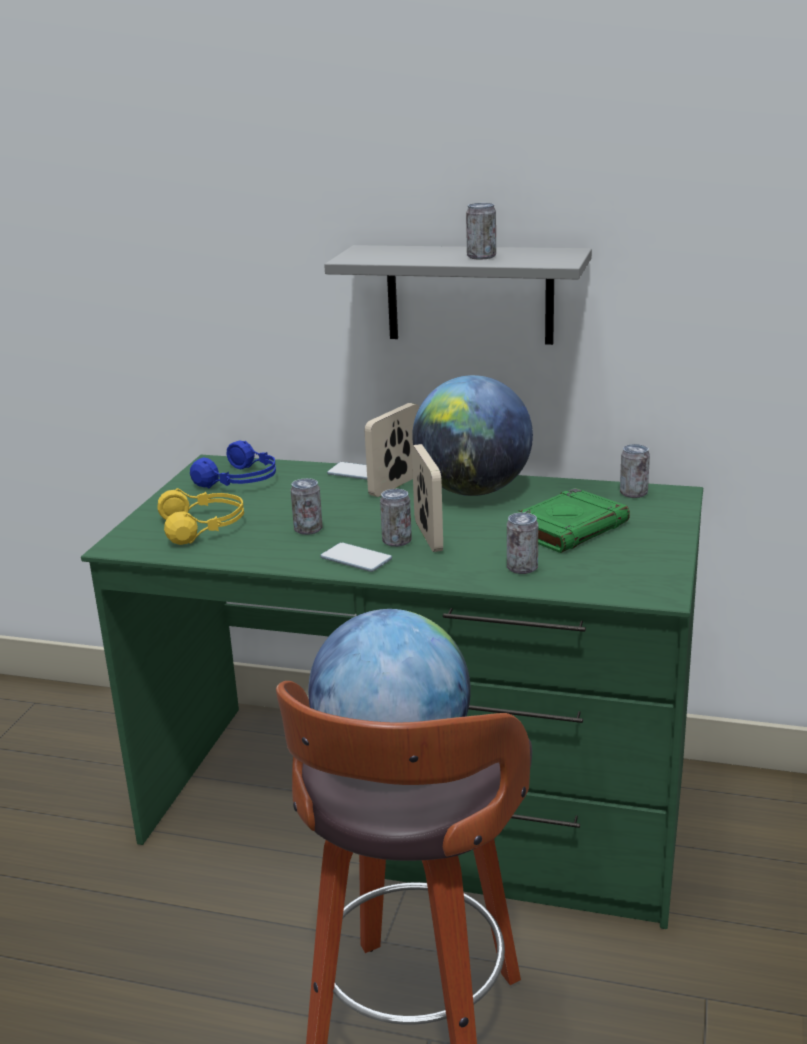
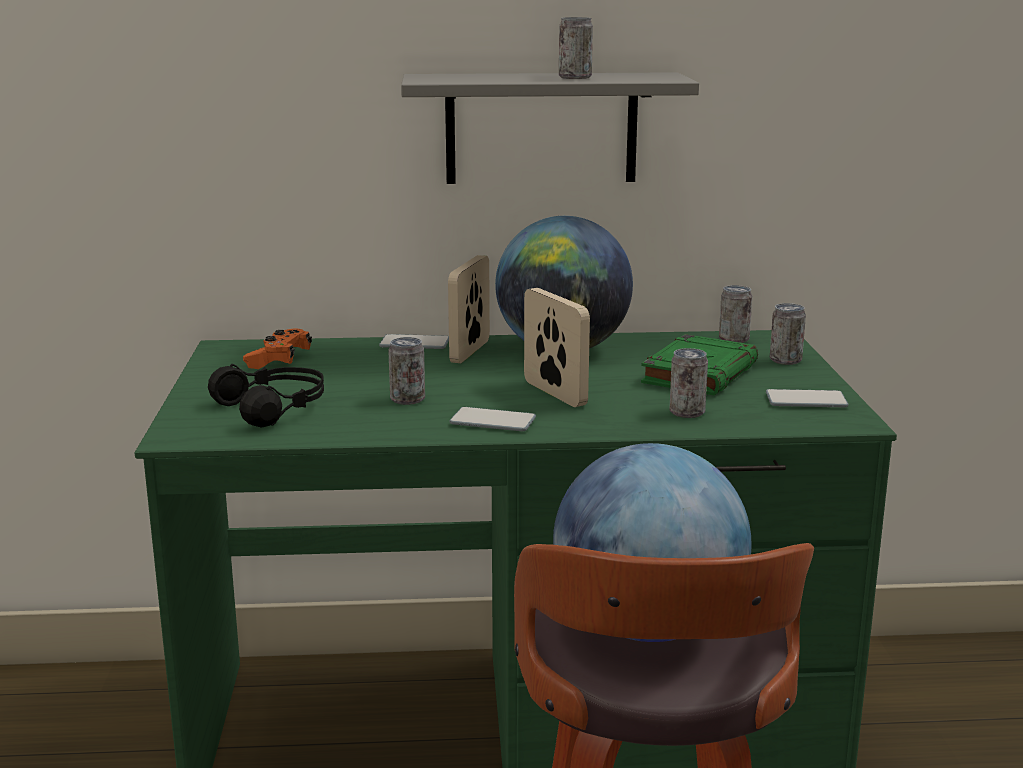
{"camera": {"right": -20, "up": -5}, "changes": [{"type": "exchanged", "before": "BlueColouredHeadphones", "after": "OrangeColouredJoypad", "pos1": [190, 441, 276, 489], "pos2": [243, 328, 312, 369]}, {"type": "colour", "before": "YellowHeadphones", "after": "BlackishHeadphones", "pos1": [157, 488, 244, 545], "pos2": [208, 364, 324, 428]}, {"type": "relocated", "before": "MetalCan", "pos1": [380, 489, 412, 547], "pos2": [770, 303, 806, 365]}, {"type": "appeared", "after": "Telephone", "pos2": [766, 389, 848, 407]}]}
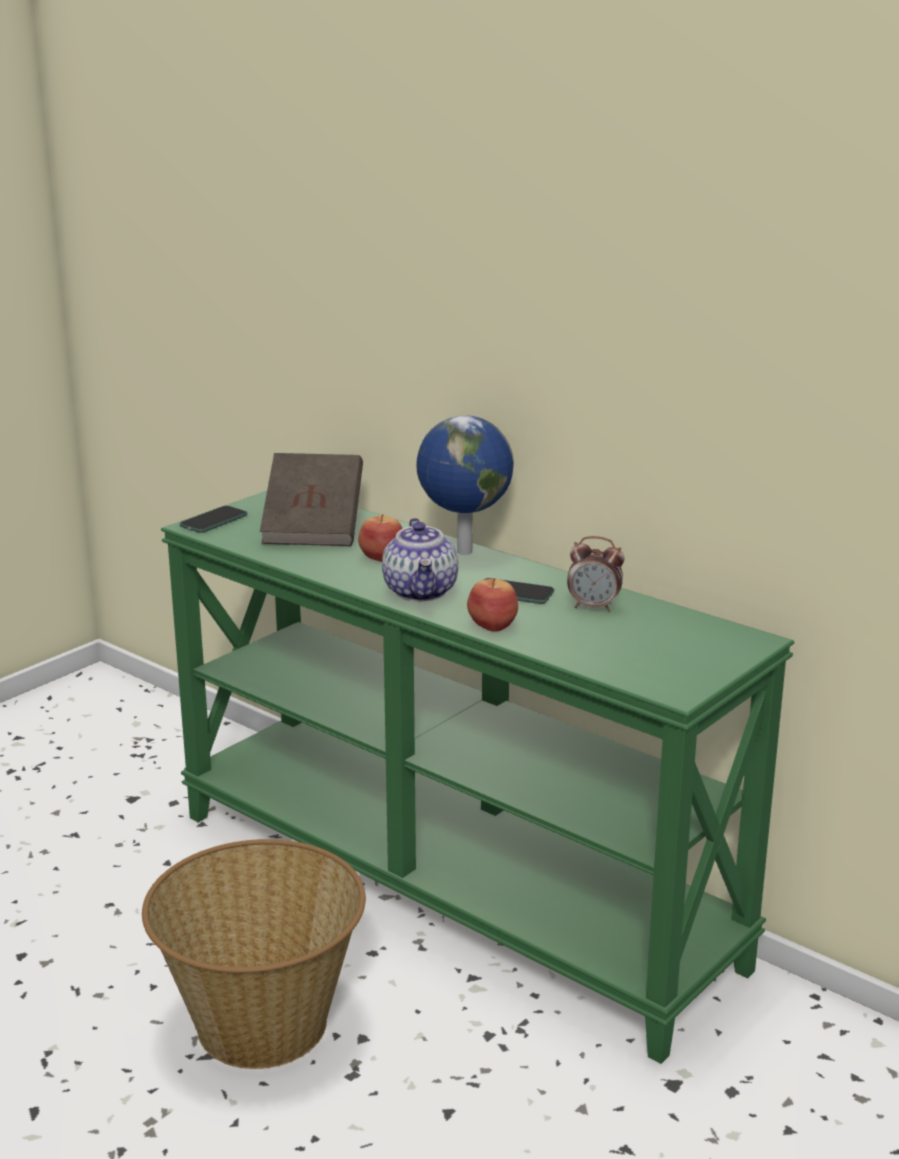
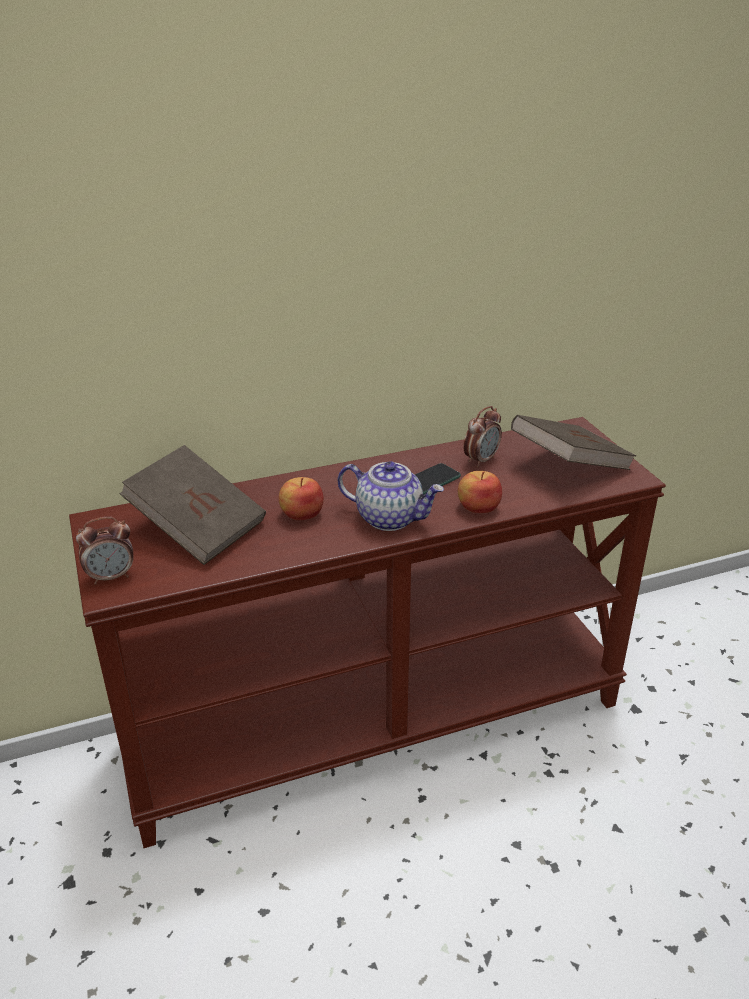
{"camera": {"right": -60, "up": 10}, "changes": [{"type": "missing", "before": "WorldGlobe", "pos1": [416, 415, 514, 555]}, {"type": "colour", "before": "GreenishHallTable", "after": "BrownHallTable", "pos1": [161, 491, 794, 1064], "pos2": [69, 417, 666, 848]}, {"type": "exchanged", "before": "Telephone", "after": "AlarmClock", "pos1": [180, 506, 247, 533], "pos2": [76, 517, 134, 585]}, {"type": "missing", "before": "HouseholdBasket", "pos1": [142, 839, 366, 1069]}, {"type": "appeared", "after": "BrownBook", "pos2": [511, 415, 637, 470]}]}
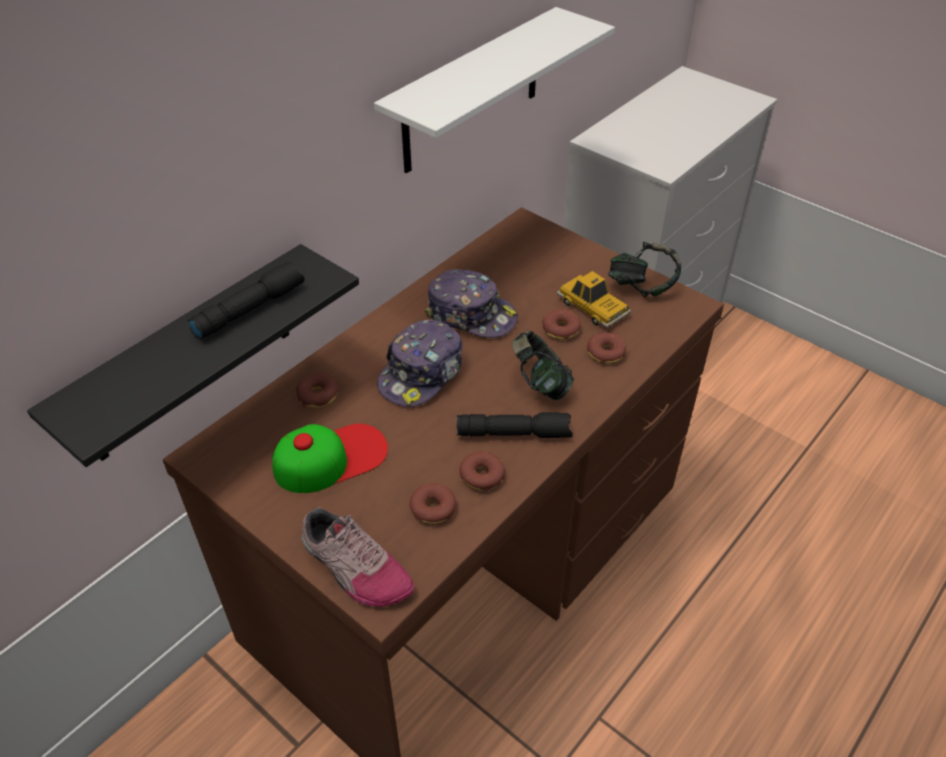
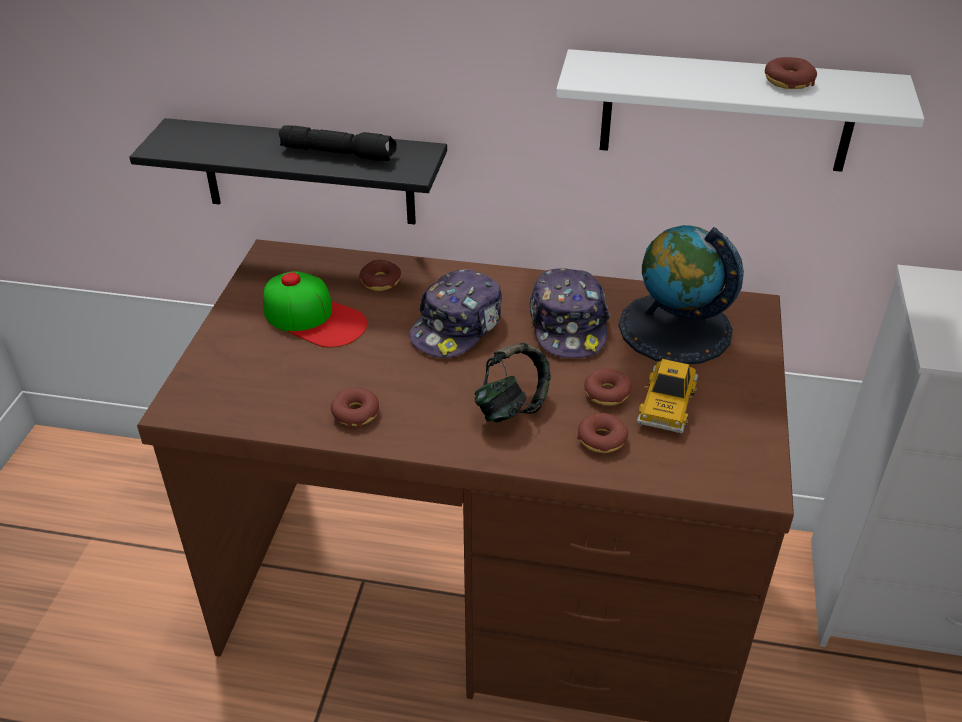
{"camera": {"right": 60, "up": -5}, "changes": [{"type": "missing", "before": "Headphones", "pos1": [608, 242, 681, 297]}, {"type": "spun", "before": "Cap", "pos1": [377, 319, 462, 407], "pos2": [410, 269, 502, 358], "turn": -60}, {"type": "missing", "before": "BlackishFlashlight", "pos1": [457, 412, 573, 438]}, {"type": "relocated", "before": "Doughnut", "pos1": [410, 483, 457, 524], "pos2": [765, 57, 817, 89]}, {"type": "missing", "before": "LowShoe", "pos1": [301, 507, 414, 607]}, {"type": "appeared", "after": "WorldGlobe", "pos2": [619, 225, 744, 364]}]}
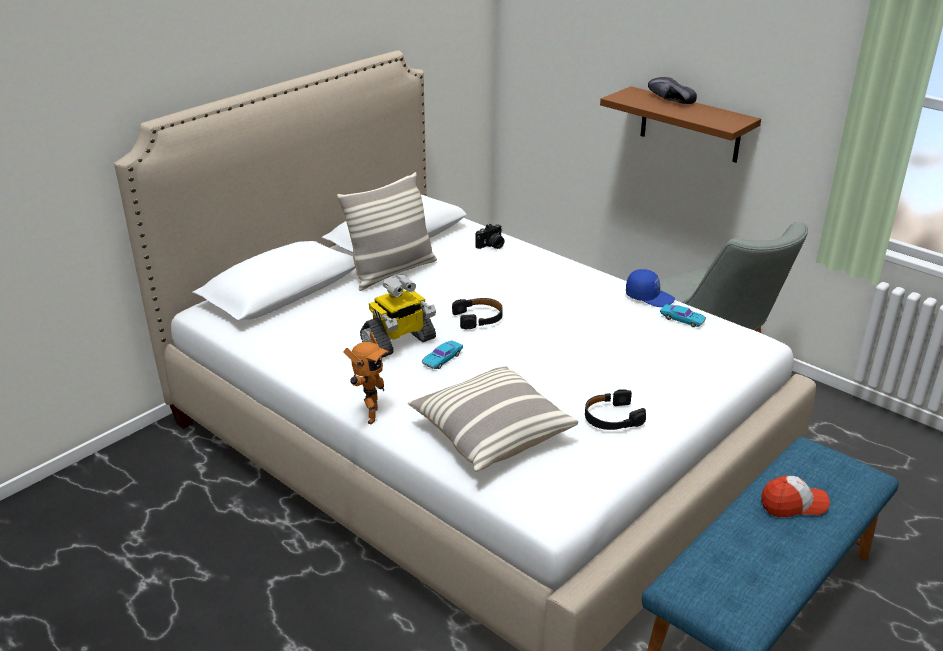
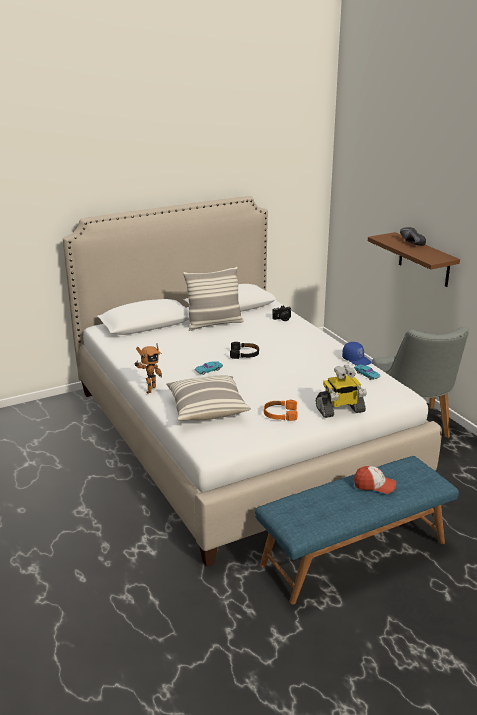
{"camera": {"right": 20, "up": -5}, "changes": [{"type": "relocated", "before": "RobotFigure", "pos1": [360, 275, 436, 358], "pos2": [316, 365, 367, 418]}, {"type": "colour", "before": "BlackishHeadphones", "after": "OrangeColouredHeadphones", "pos1": [585, 389, 646, 430], "pos2": [264, 400, 298, 421]}]}
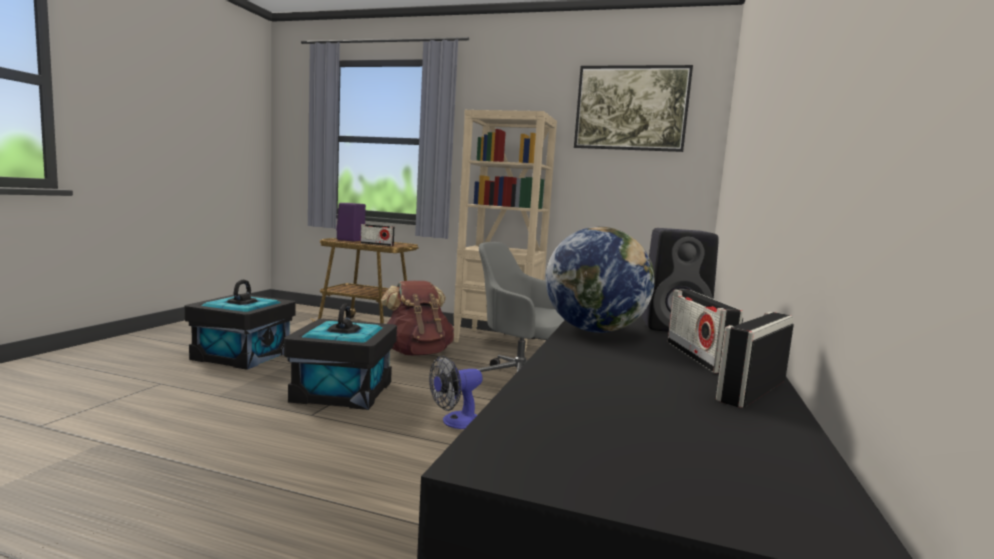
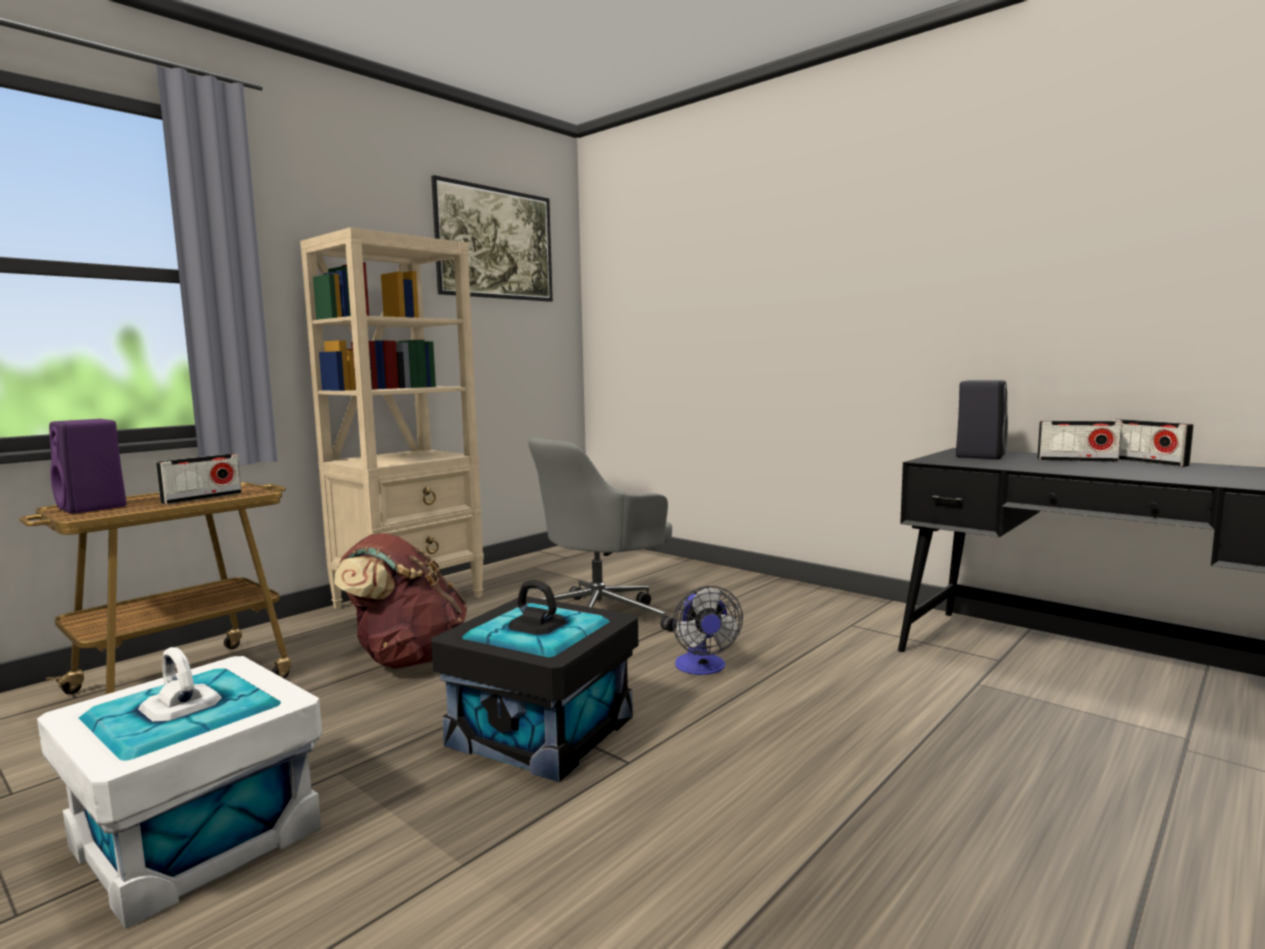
{"camera": {"right": -65, "up": 0}, "changes": [{"type": "missing", "before": "WorldGlobe", "pos1": [546, 227, 655, 333]}, {"type": "colour", "before": "BlackishStorageBox", "after": "WhiteStorageBox", "pos1": [185, 280, 296, 370], "pos2": [37, 647, 322, 929]}]}
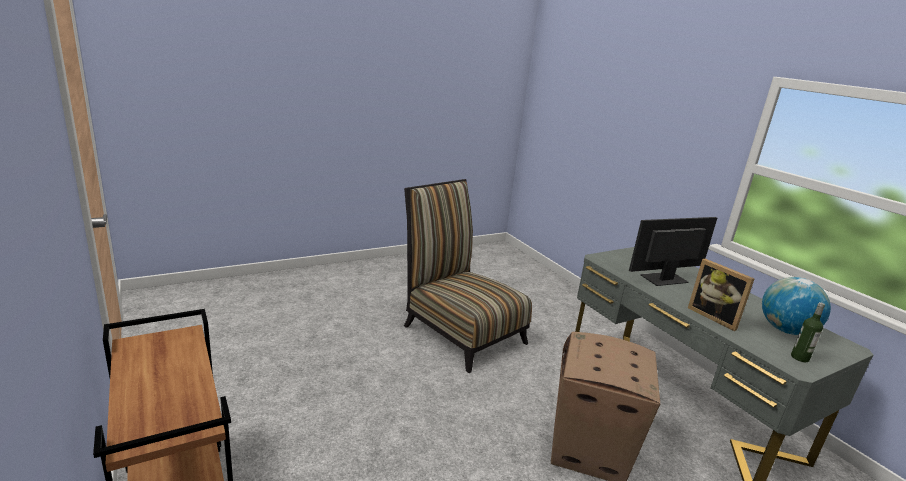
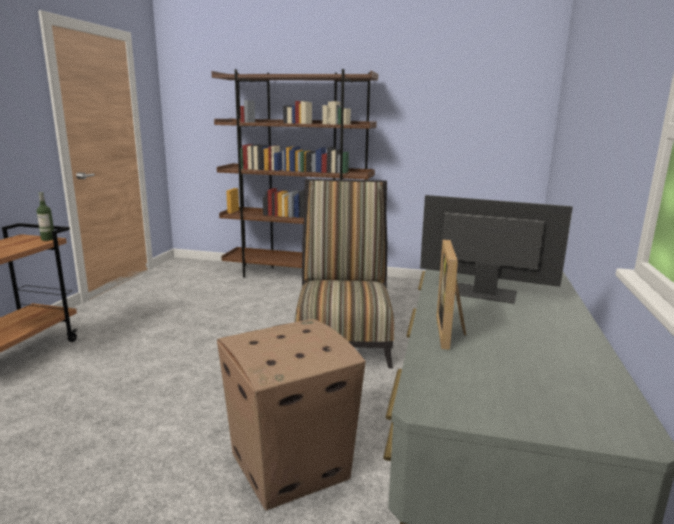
{"camera": {"right": 45, "up": -5}, "changes": [{"type": "missing", "before": "WorldGlobe", "pos1": [762, 277, 831, 335]}, {"type": "relocated", "before": "Bottle", "pos1": [791, 302, 825, 362], "pos2": [37, 192, 54, 241]}, {"type": "appeared", "after": "BrownBookcase", "pos2": [212, 69, 378, 278]}]}
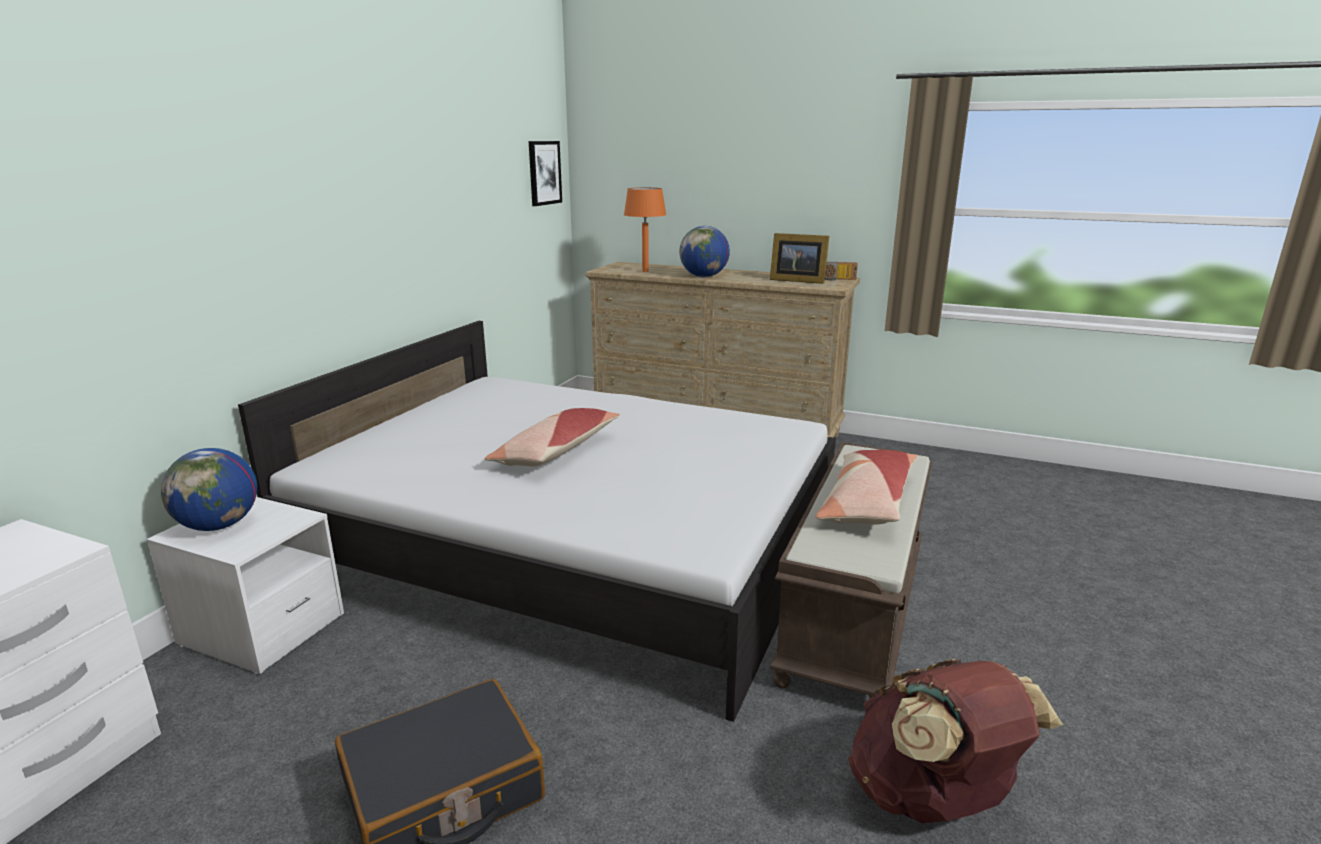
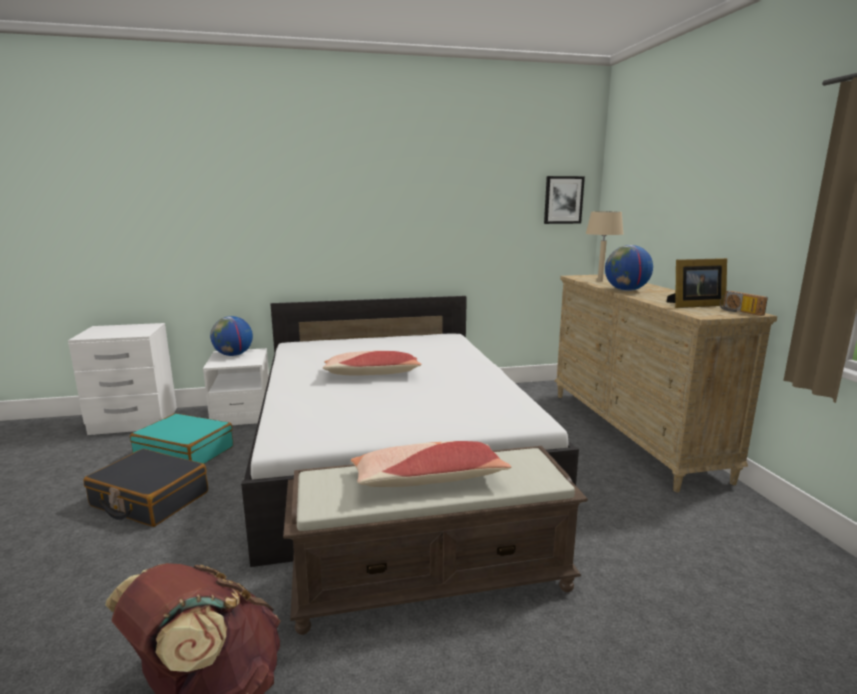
{"camera": {"right": 55, "up": -5}, "changes": [{"type": "colour", "before": "OrangeColouredTableLamp", "after": "BeigeColouredTableLamp", "pos1": [624, 187, 666, 272], "pos2": [586, 212, 623, 282]}, {"type": "spun", "before": "PictureFrame", "pos1": [770, 233, 829, 284], "pos2": [667, 258, 727, 308], "turn": -90}, {"type": "appeared", "after": "TurquoiseSuitcase", "pos2": [130, 413, 233, 464]}]}
